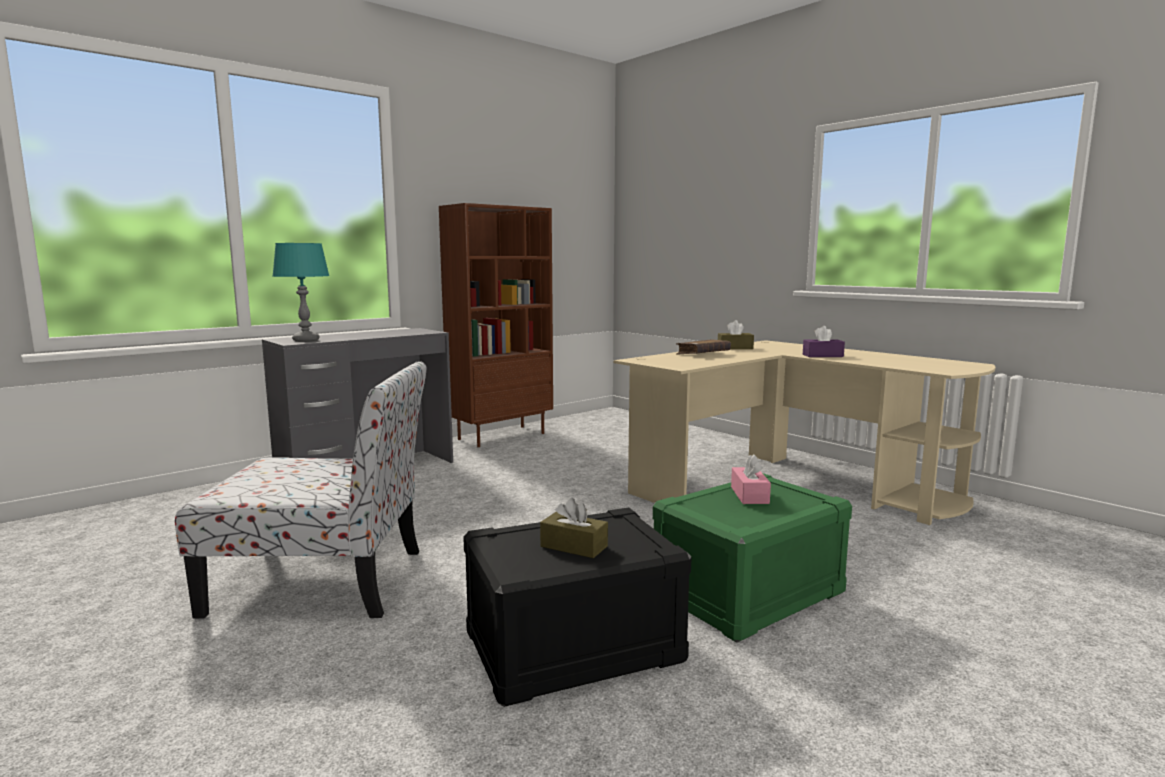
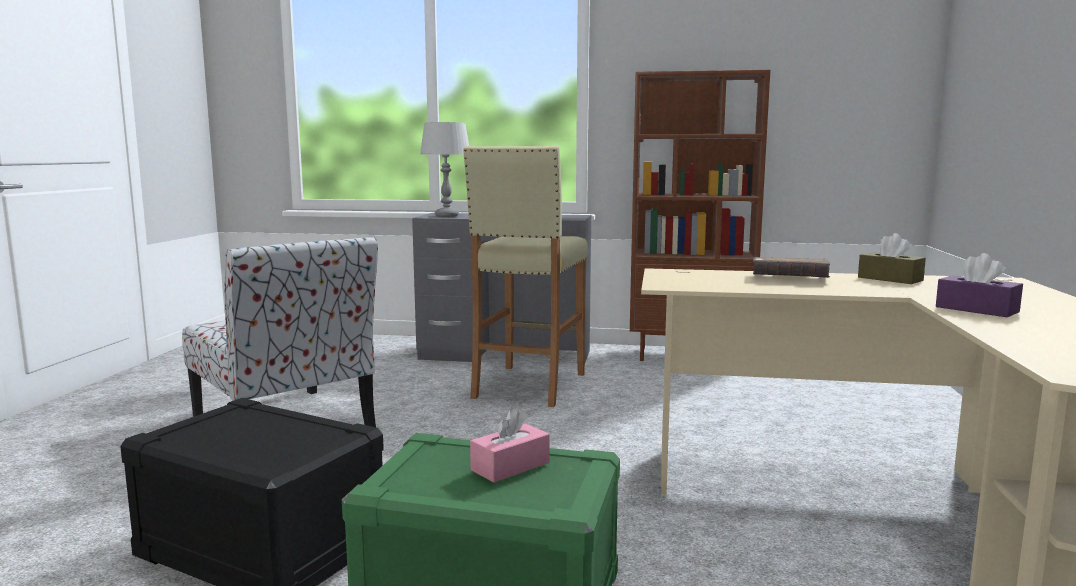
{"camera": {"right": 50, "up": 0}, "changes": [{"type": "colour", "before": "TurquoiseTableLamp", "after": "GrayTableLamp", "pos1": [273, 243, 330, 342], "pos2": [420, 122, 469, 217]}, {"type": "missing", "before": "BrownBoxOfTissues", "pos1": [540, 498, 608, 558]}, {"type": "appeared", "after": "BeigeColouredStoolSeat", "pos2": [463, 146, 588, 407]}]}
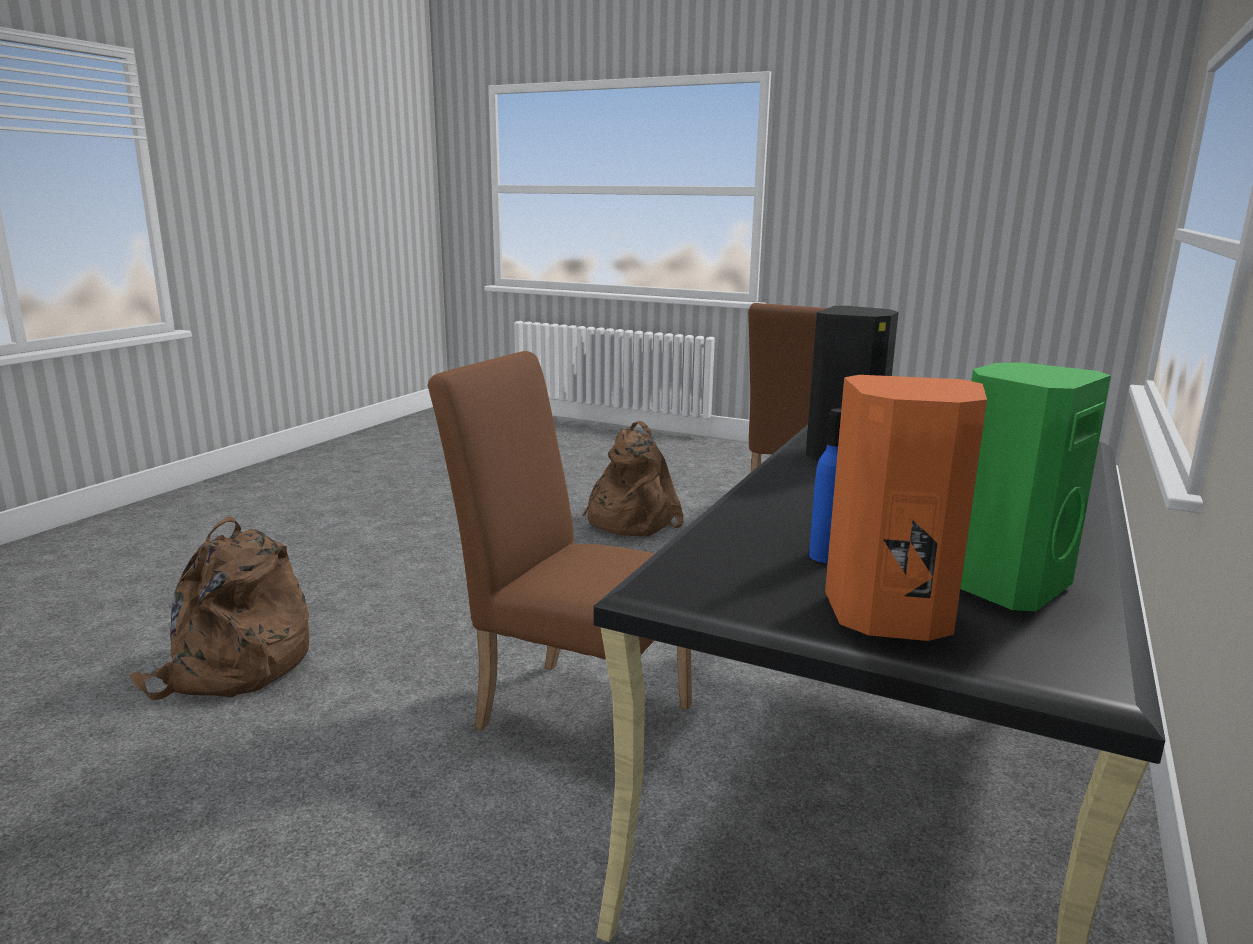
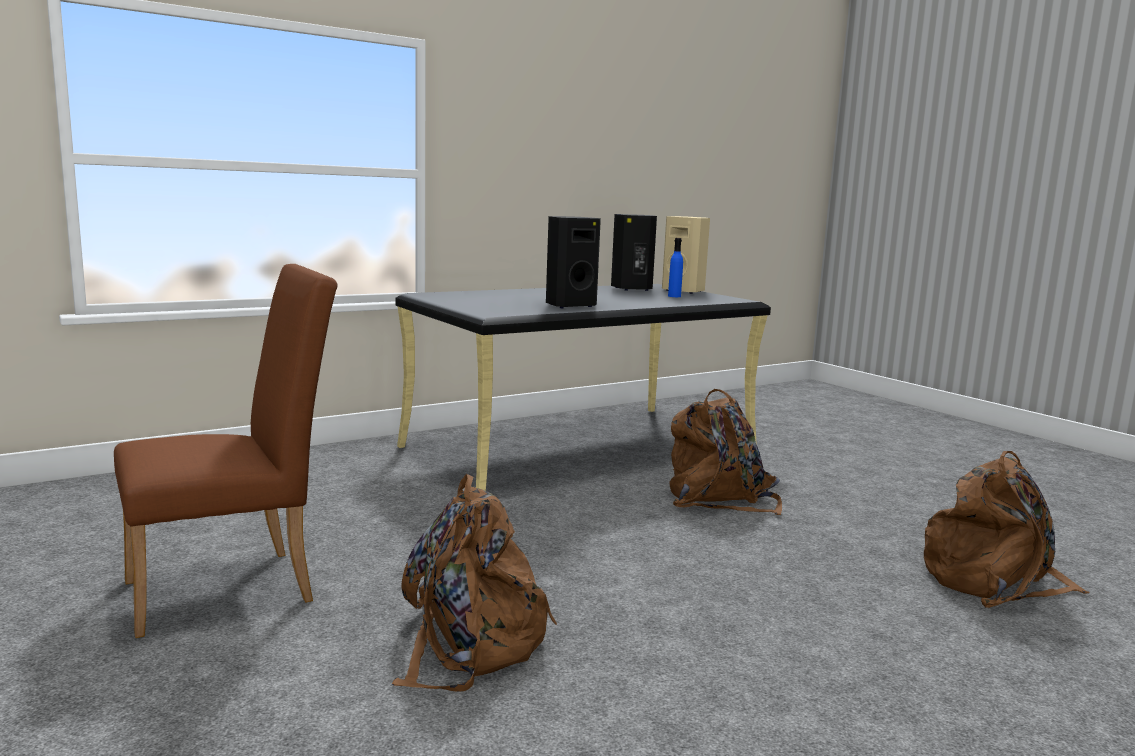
{"camera": {"right": -150, "up": -5}, "changes": [{"type": "exchanged", "before": "BrownPlainChair", "after": "BrownBackpack", "pos1": [428, 351, 692, 730], "pos2": [669, 389, 782, 515]}, {"type": "colour", "before": "GreenishAudioSpeaker", "after": "BlackishAudioSpeaker", "pos1": [960, 362, 1111, 611], "pos2": [611, 214, 657, 291]}, {"type": "colour", "before": "OrangeColouredAudioSpeaker", "after": "BeigeColouredAudioSpeaker", "pos1": [825, 375, 987, 641], "pos2": [662, 216, 710, 294]}]}
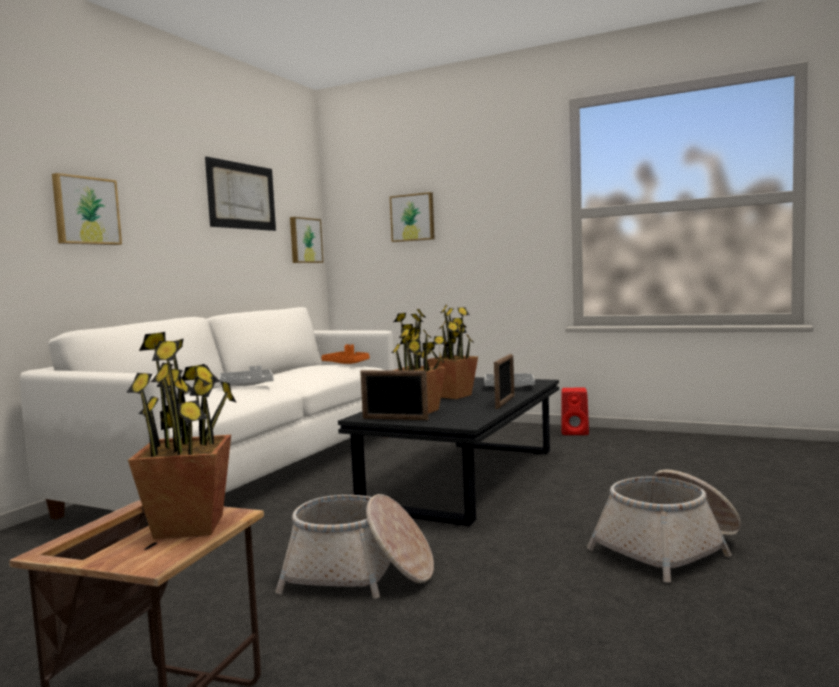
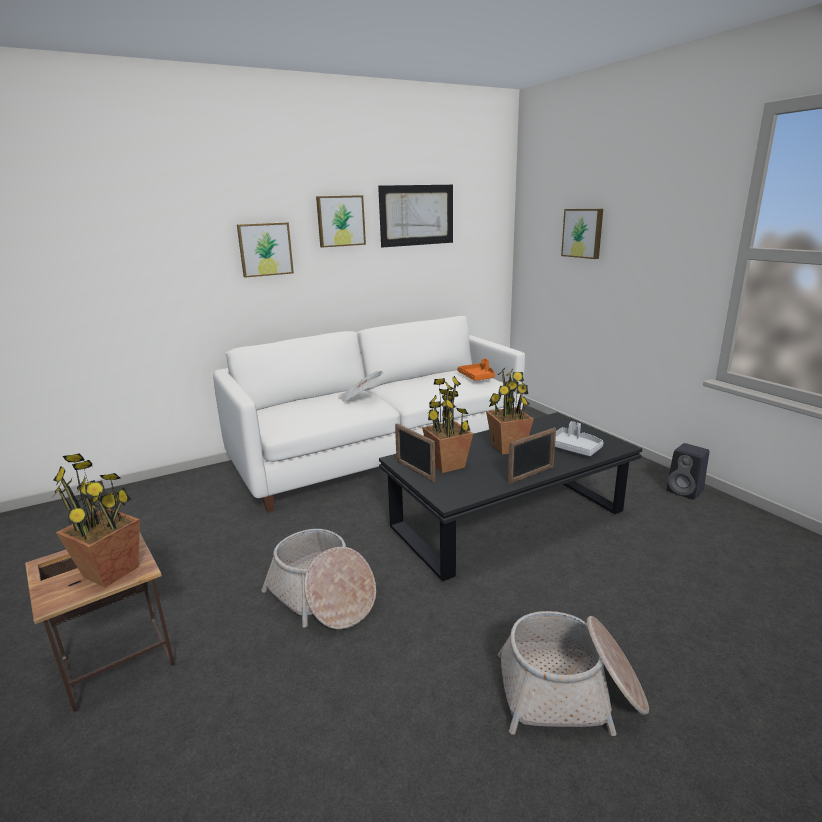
{"camera": {"right": 35, "up": 15}, "changes": [{"type": "relocated", "before": "Picture", "pos1": [290, 217, 323, 263], "pos2": [316, 195, 366, 247]}, {"type": "exchanged", "before": "GrayServingTray", "after": "PrintedPaper", "pos1": [219, 365, 273, 386], "pos2": [338, 371, 383, 402]}, {"type": "colour", "before": "ReddishAudioSpeaker", "after": "BlackishAudioSpeaker", "pos1": [561, 388, 589, 435], "pos2": [666, 443, 710, 499]}]}
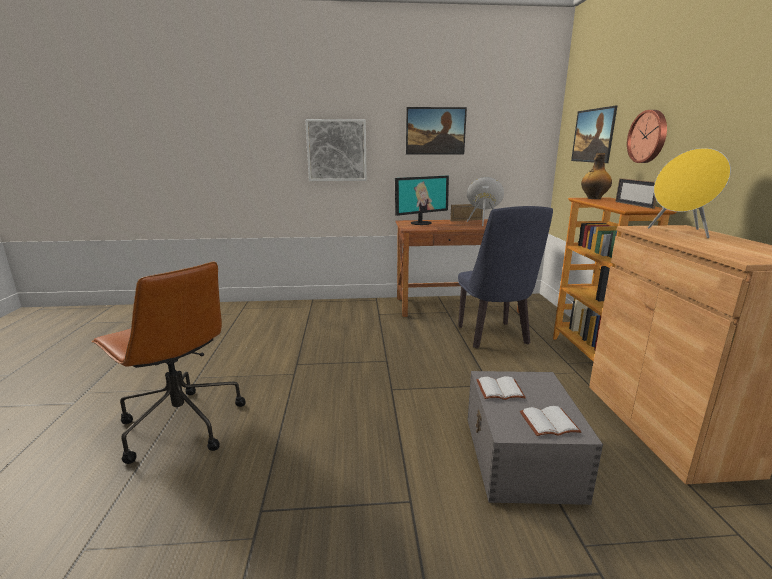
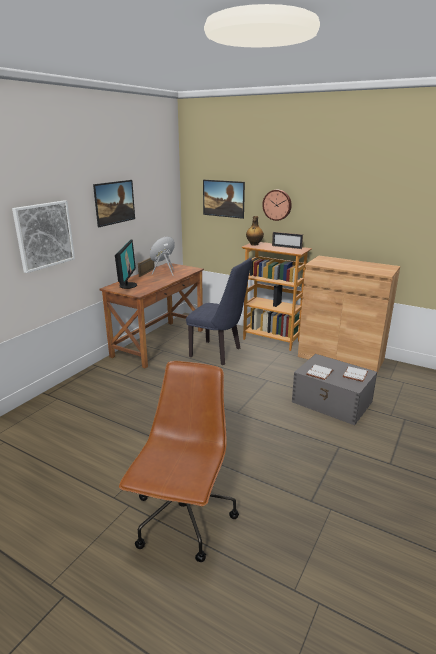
{"camera": {"right": -55, "up": 5}, "changes": [{"type": "missing", "before": "YellowAudioSpeaker", "pos1": [648, 148, 731, 238]}, {"type": "spun", "before": "BrownComputerChair", "pos1": [91, 262, 246, 464], "pos2": [119, 361, 239, 562], "turn": -60}]}
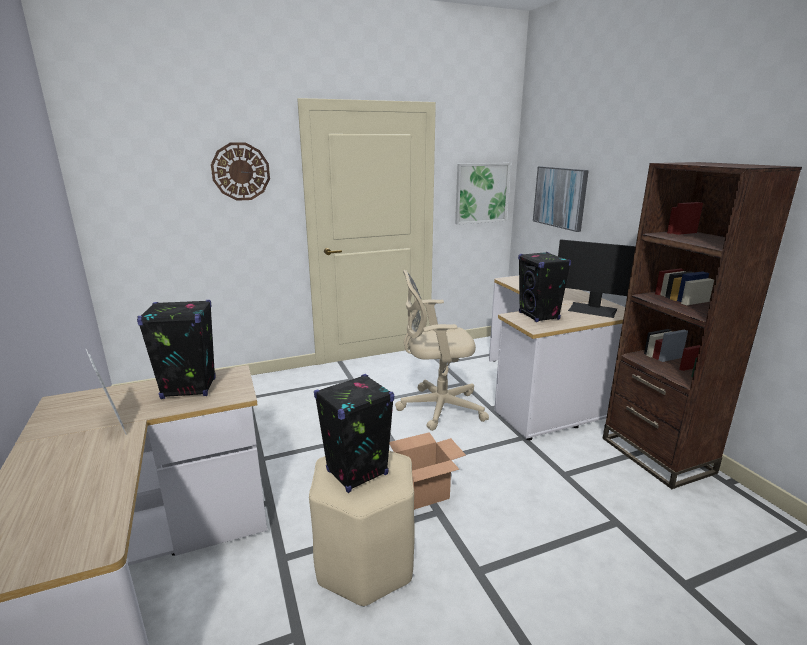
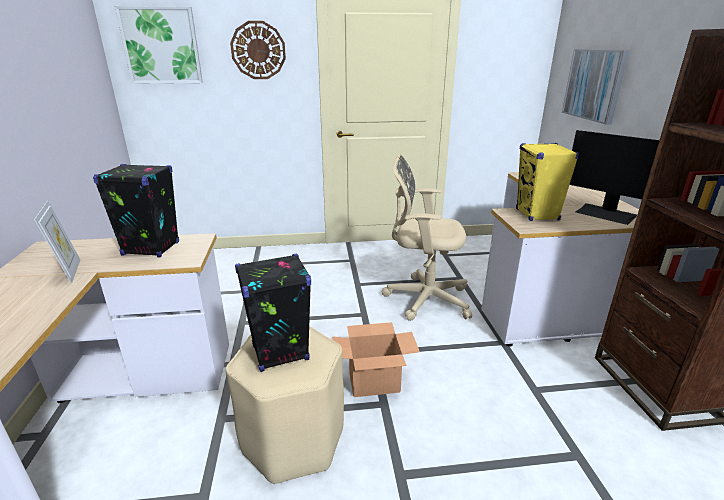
{"camera": {"right": 15, "up": 5}, "changes": [{"type": "relocated", "before": "Picture", "pos1": [455, 163, 511, 225], "pos2": [115, 6, 203, 84]}, {"type": "colour", "before": "BlackishAudioSpeaker", "after": "YellowAudioSpeaker", "pos1": [518, 252, 571, 322], "pos2": [516, 143, 579, 221]}]}
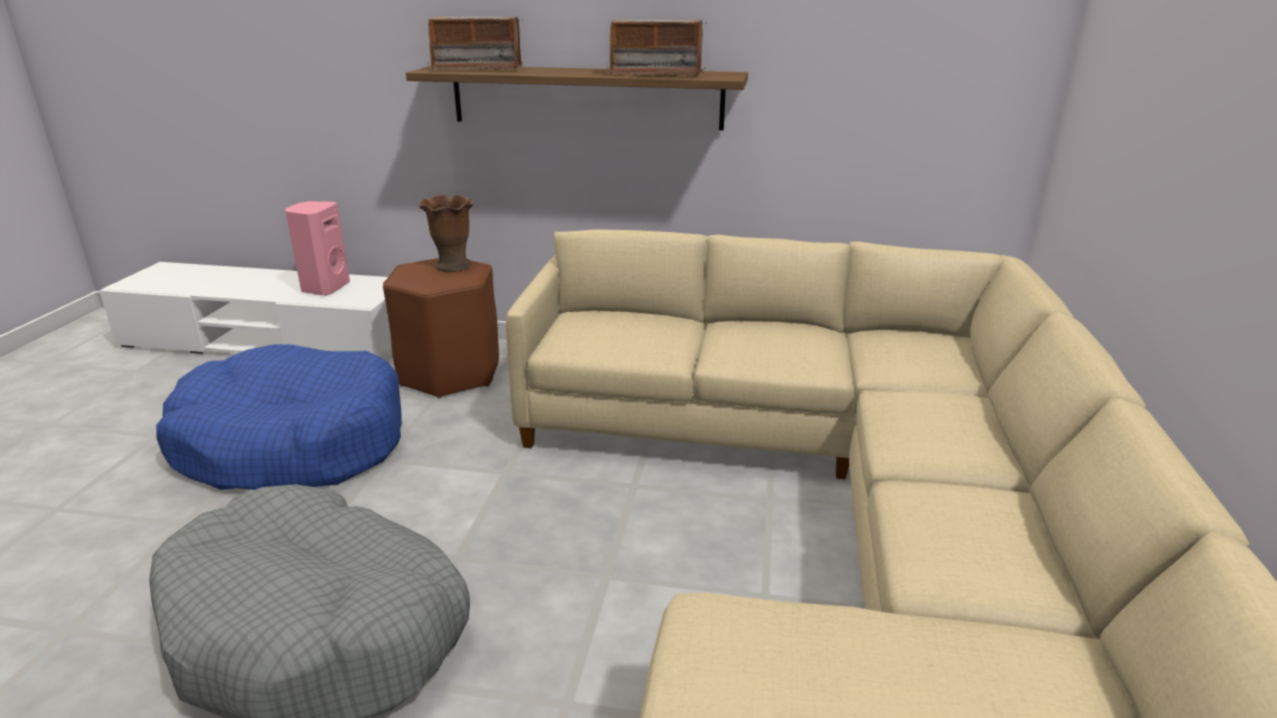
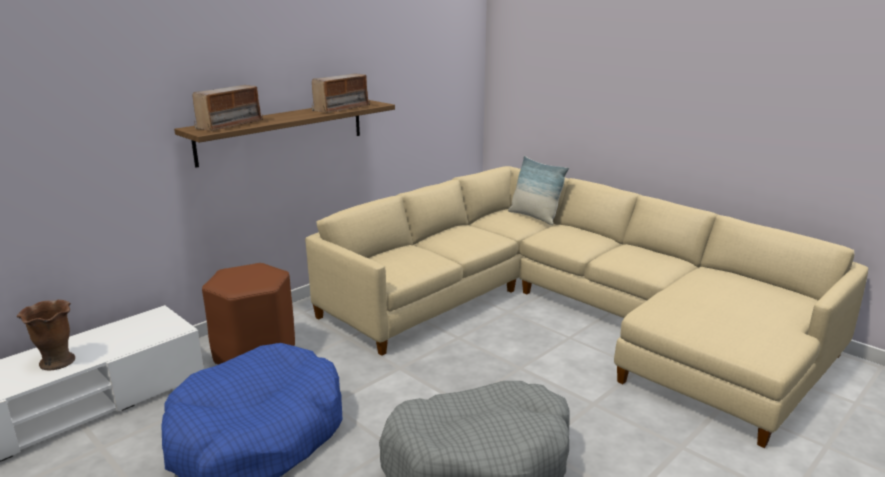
{"camera": {"right": -55, "up": -5}, "changes": [{"type": "relocated", "before": "BrownFlowerVase", "pos1": [418, 195, 474, 272], "pos2": [17, 300, 75, 370]}, {"type": "missing", "before": "PinkColouredAudioSpeaker", "pos1": [285, 201, 350, 296]}, {"type": "appeared", "after": "ThrowPillow", "pos2": [508, 156, 569, 225]}]}
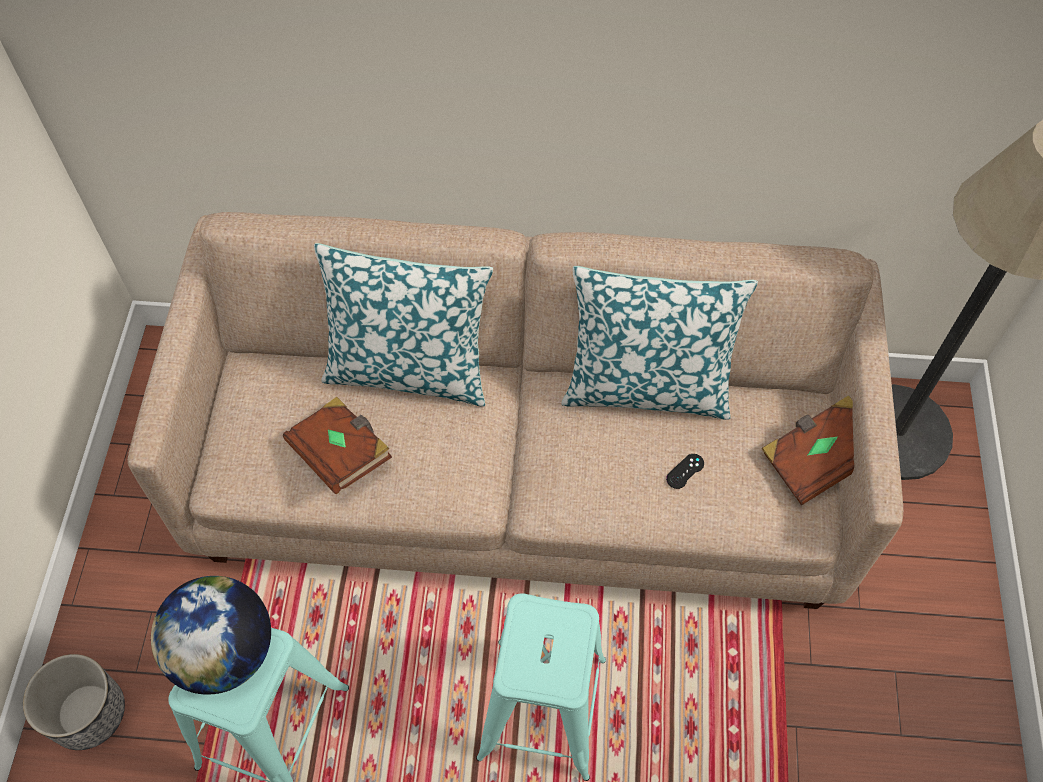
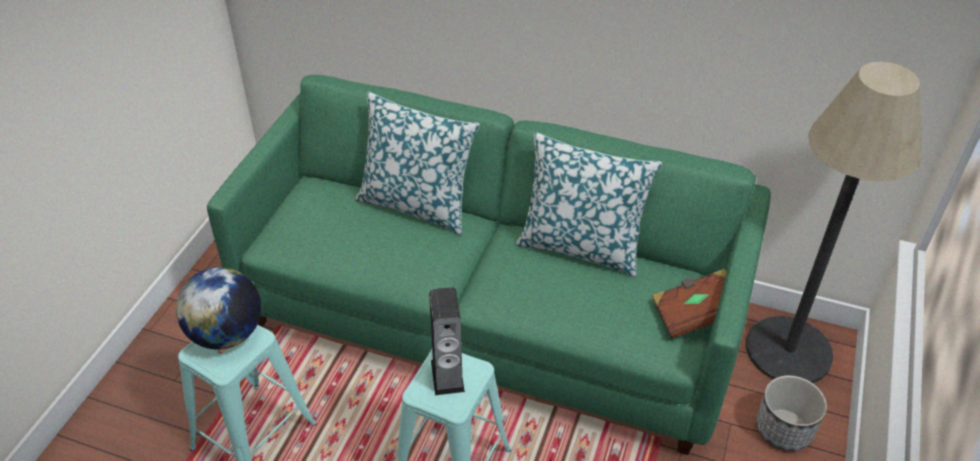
{"camera": {"right": 15, "up": -15}, "changes": [{"type": "colour", "before": "BeigeColouredSofa", "after": "GreenishSofa", "pos1": [128, 212, 903, 609], "pos2": [207, 75, 771, 455]}, {"type": "missing", "before": "BrownBook", "pos1": [283, 397, 392, 494]}, {"type": "missing", "before": "BlackishJoypad", "pos1": [666, 454, 704, 489]}, {"type": "relocated", "before": "Planter", "pos1": [23, 654, 125, 750], "pos2": [756, 375, 827, 451]}, {"type": "appeared", "after": "AudioSpeaker", "pos2": [429, 287, 465, 395]}]}
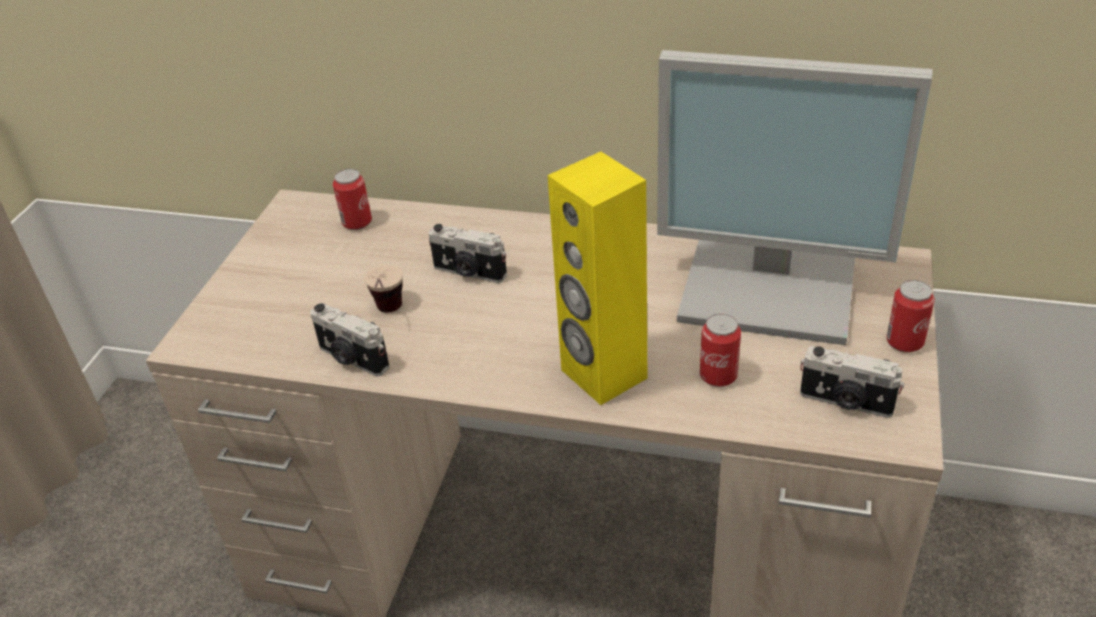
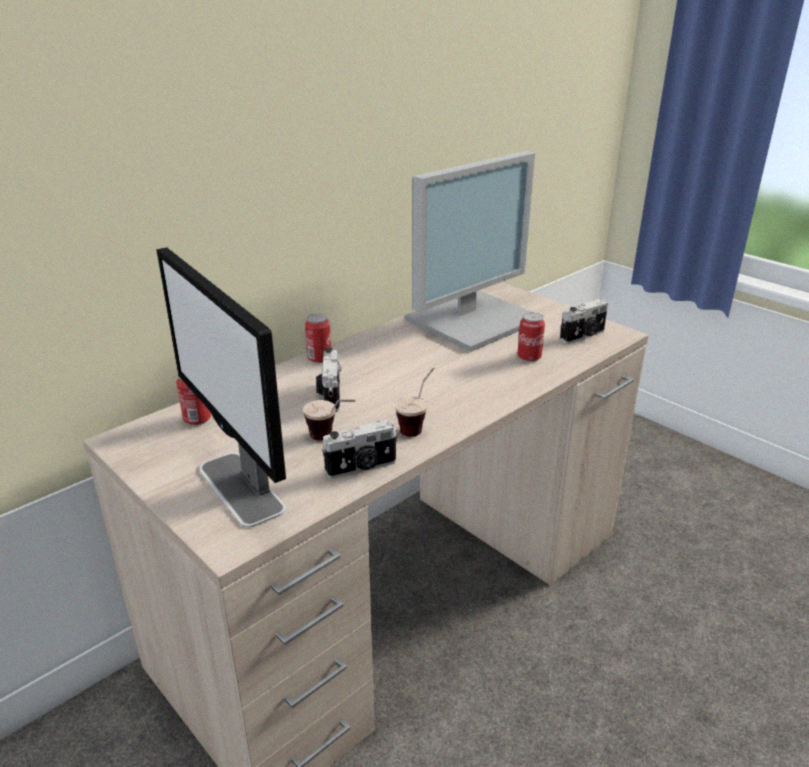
{"camera": {"right": -60, "up": -10}, "changes": [{"type": "missing", "before": "YellowAudioSpeaker", "pos1": [548, 152, 647, 405]}, {"type": "spun", "before": "PhotoCamera", "pos1": [428, 224, 507, 283], "pos2": [316, 348, 341, 412], "turn": 120}, {"type": "relocated", "before": "MetalCan", "pos1": [886, 280, 935, 352], "pos2": [305, 314, 331, 363]}, {"type": "appeared", "after": "ComputerScreen", "pos2": [157, 247, 286, 527]}, {"type": "appeared", "after": "Cup", "pos2": [395, 368, 434, 437]}]}
